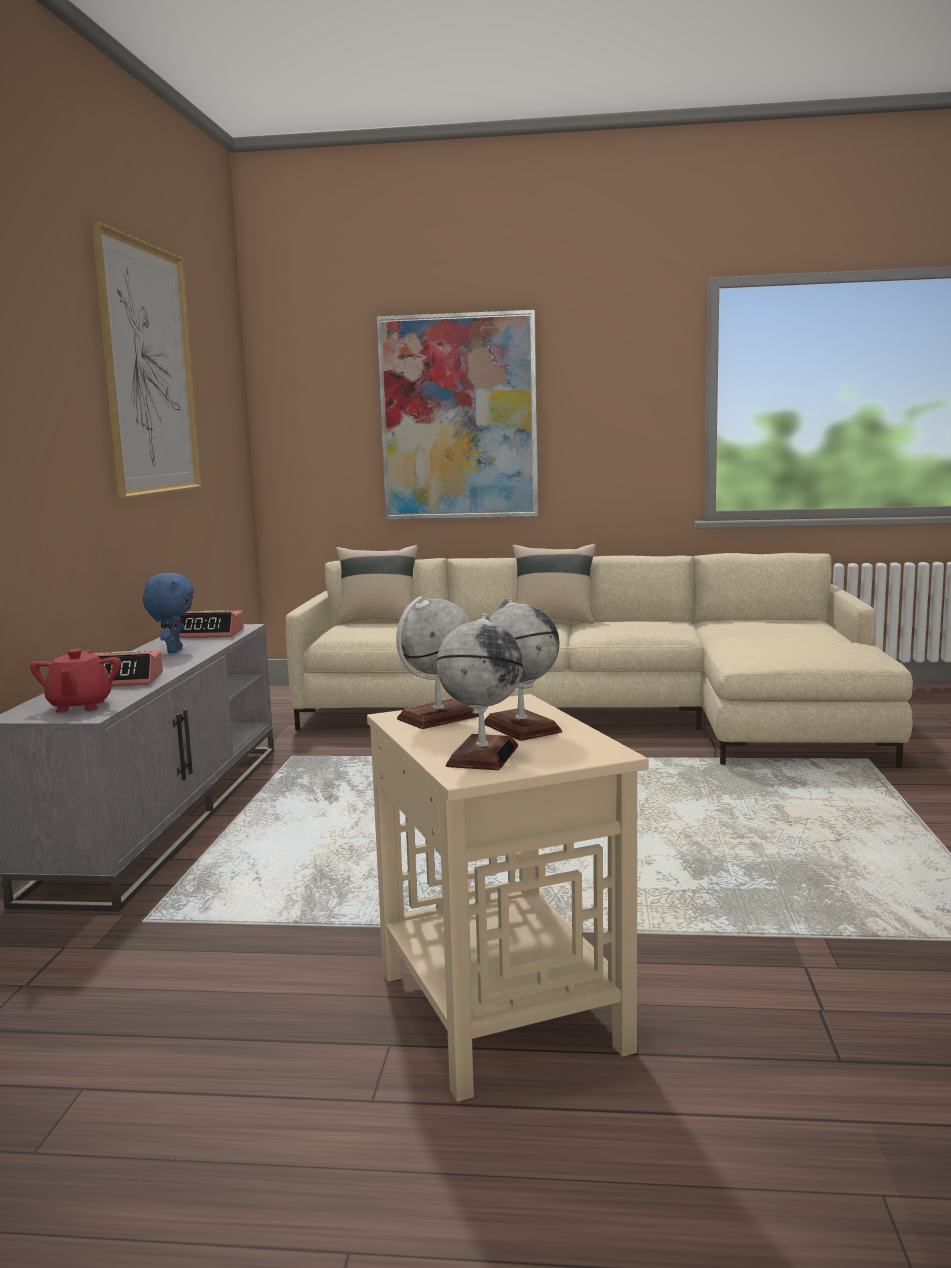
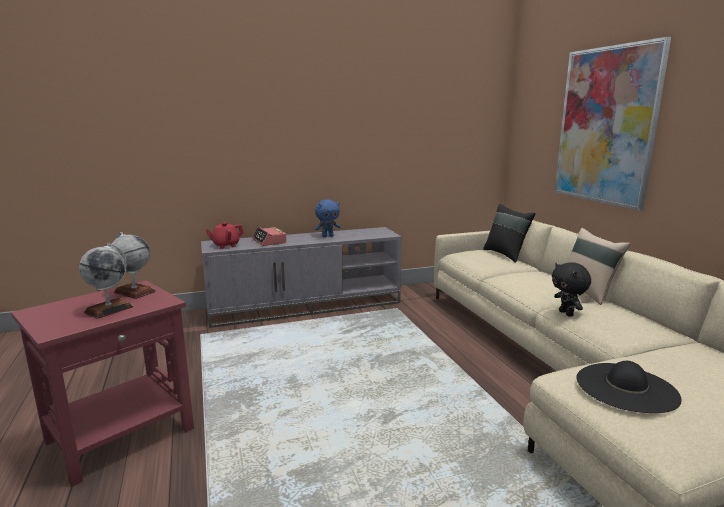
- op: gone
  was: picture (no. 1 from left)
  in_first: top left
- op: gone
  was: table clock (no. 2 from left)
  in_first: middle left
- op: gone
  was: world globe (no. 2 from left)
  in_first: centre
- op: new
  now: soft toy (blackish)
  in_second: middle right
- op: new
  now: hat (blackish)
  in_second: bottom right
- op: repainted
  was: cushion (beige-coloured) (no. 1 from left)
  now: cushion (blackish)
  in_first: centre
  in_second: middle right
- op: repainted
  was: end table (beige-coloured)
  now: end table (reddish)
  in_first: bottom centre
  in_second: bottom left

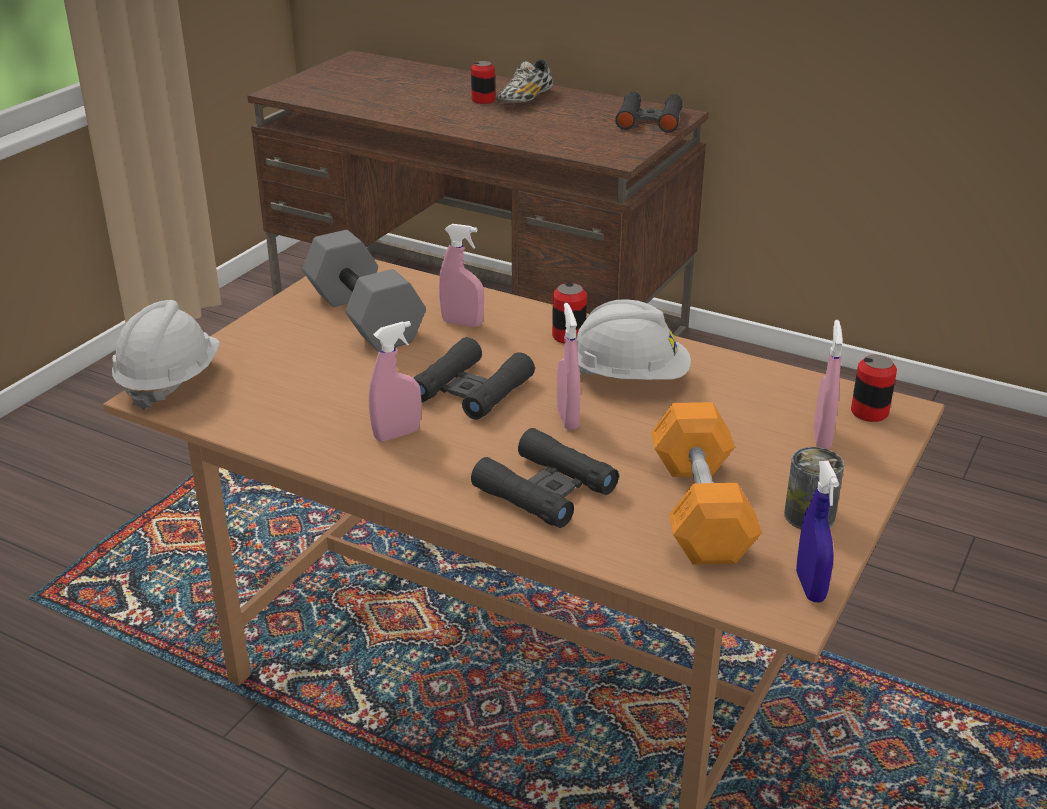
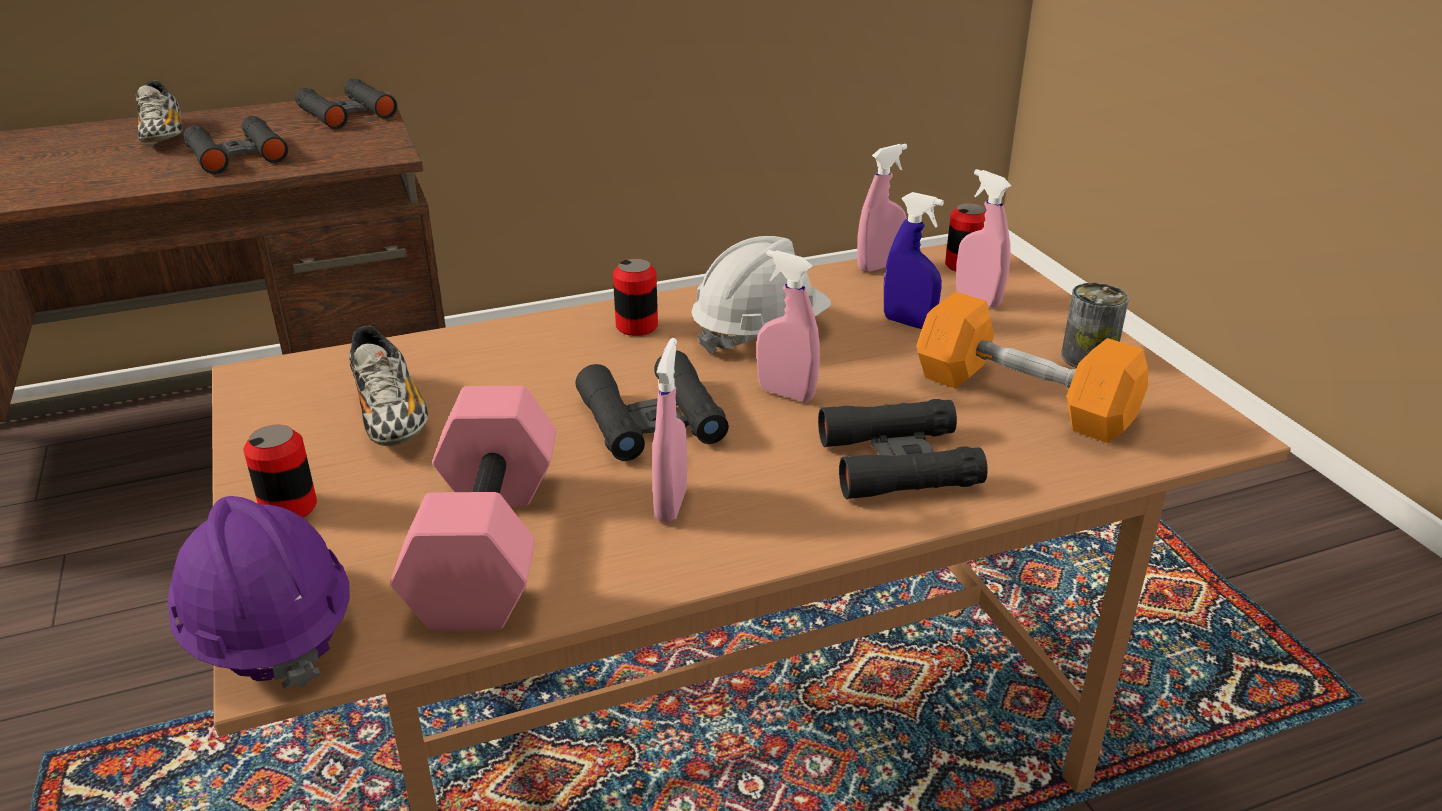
- op: new
  now: binoculars (blackish) (no. 1 from left)
  in_second: top left
- op: new
  now: hand weight (pink-coloured)
  in_second: middle left
- op: shifted
  was: spray bottle (pink-coloured) (no. 2 from left in the first image)
  now: spray bottle (pink-coloured) (no. 3 from left)
  in_first: centre
  in_second: top centre
- op: shifted
  was: metal can (no. 1 from left)
  in_first: top centre
  in_second: middle left
- op: shifted
  was: spray bottle (blue)
  in_first: middle right
  in_second: top centre
- op: swapped
  was: hand weight (gray)
  now: shoe (no. 2 from left)
  in_first: centre
  in_second: middle left
- op: repainted
  was: hard hat (whitish) (no. 1 from left)
  now: hard hat (purple-coloured)
  in_first: middle left
  in_second: bottom left

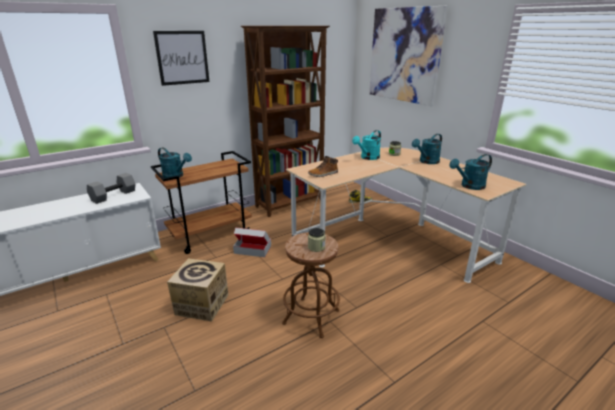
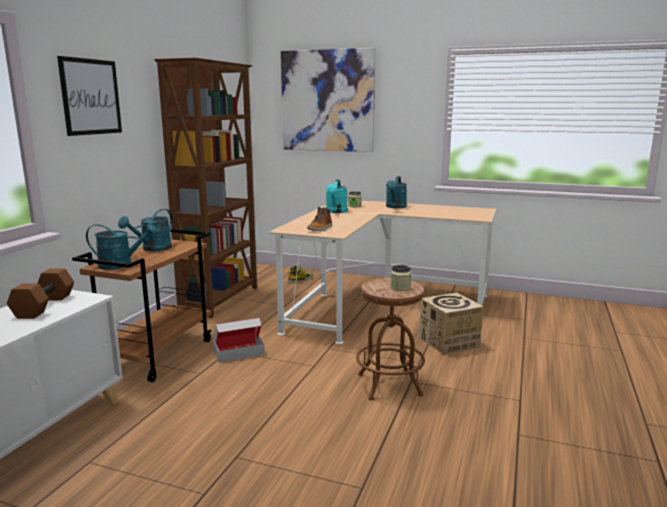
- op: shifted
  was: cardboard box (no. 1 from left in the first image)
  now: cardboard box (no. 2 from left)
  in_first: bottom left
  in_second: middle right
- op: shifted
  was: sprinkling can (turquoise) (no. 4 from left in the first image)
  now: sprinkling can (turquoise) (no. 2 from left)
  in_first: middle right
  in_second: middle left
- op: repainted
  was: hand weight (gray)
  now: hand weight (brown-coloured)
  in_first: middle left
  in_second: middle left

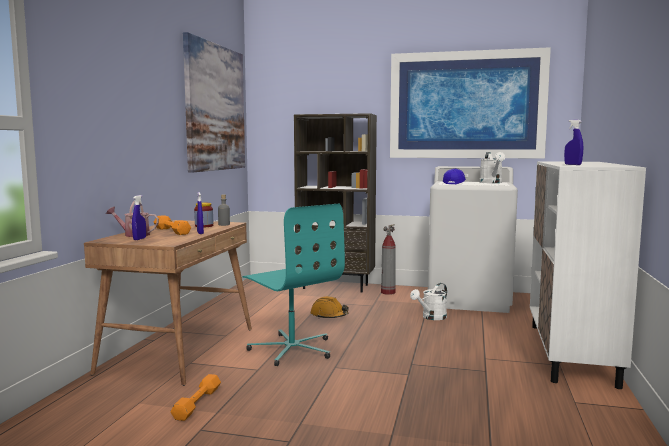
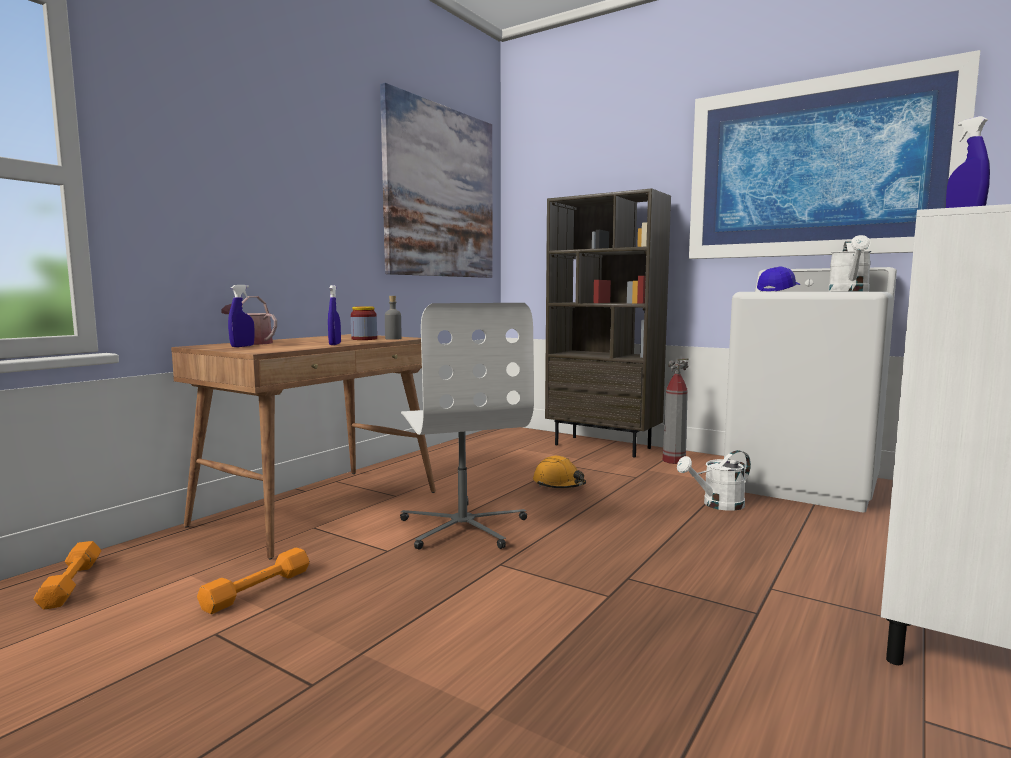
- op: shifted
  was: hand weight (orange-coloured) (no. 1 from left)
  in_first: middle left
  in_second: bottom left
- op: repainted
  was: desk chair (turquoise)
  now: desk chair (whitish)
  in_first: centre
  in_second: centre

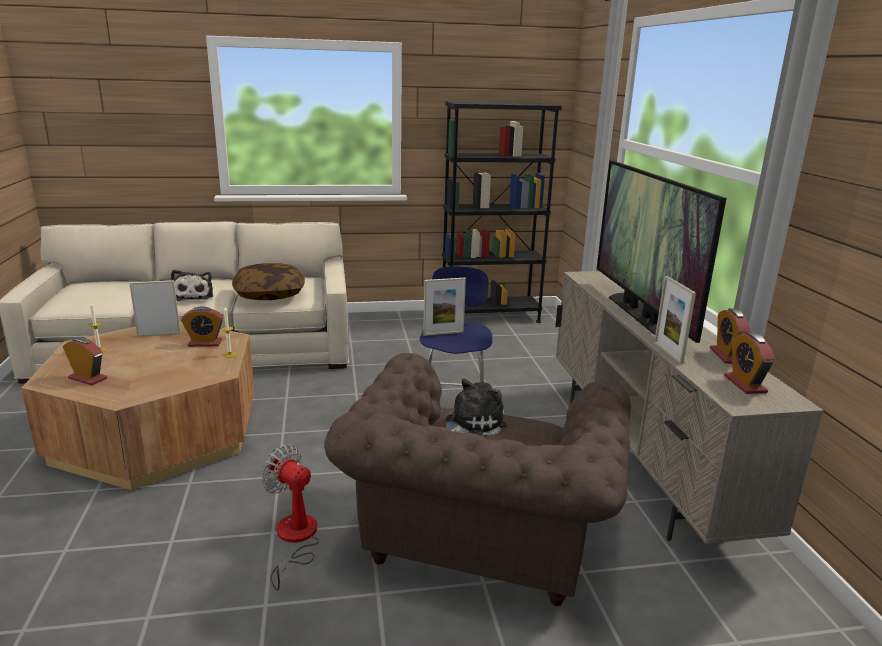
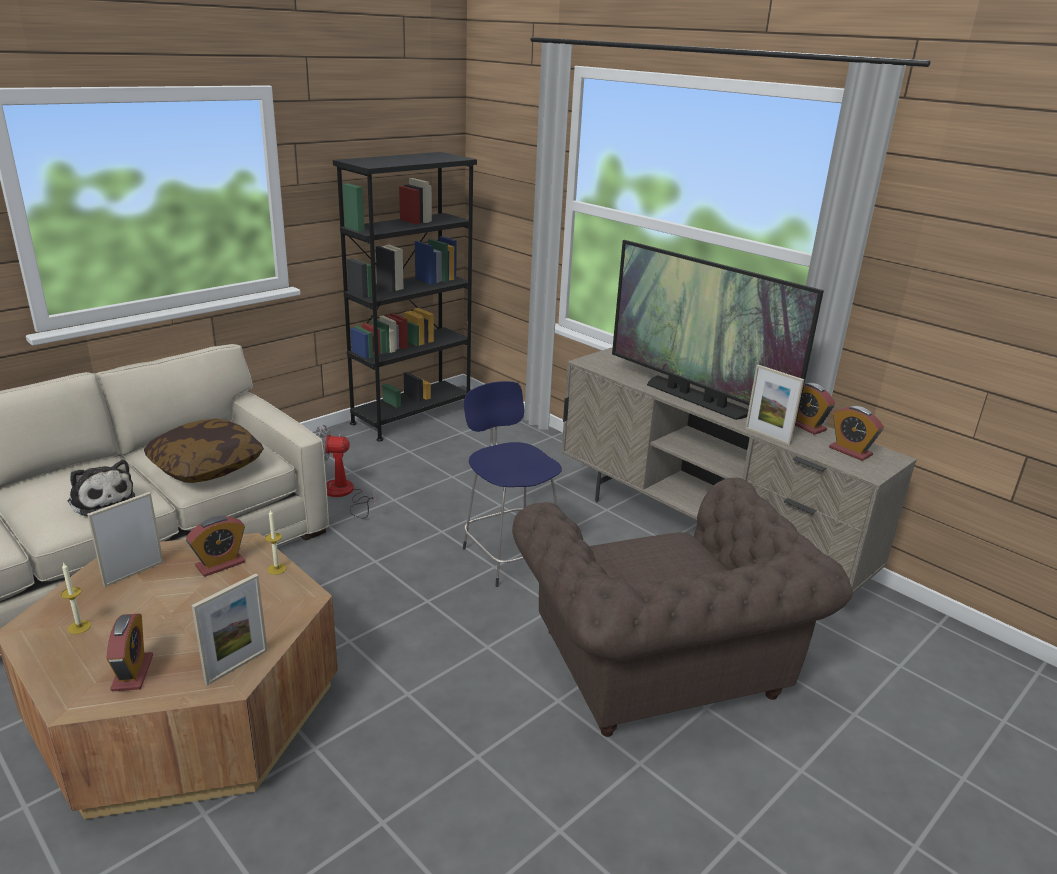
- op: gone
  was: soft toy (no. 2 from left)
  in_first: centre
- op: shifted
  was: electric fan
  in_first: bottom left
  in_second: middle left
- op: shifted
  was: standing frame (no. 2 from left)
  in_first: centre
  in_second: bottom left
- op: rotated
  was: table clock (no. 1 from left)
  in_first: middle left
  in_second: bottom left
  clockwise: 90

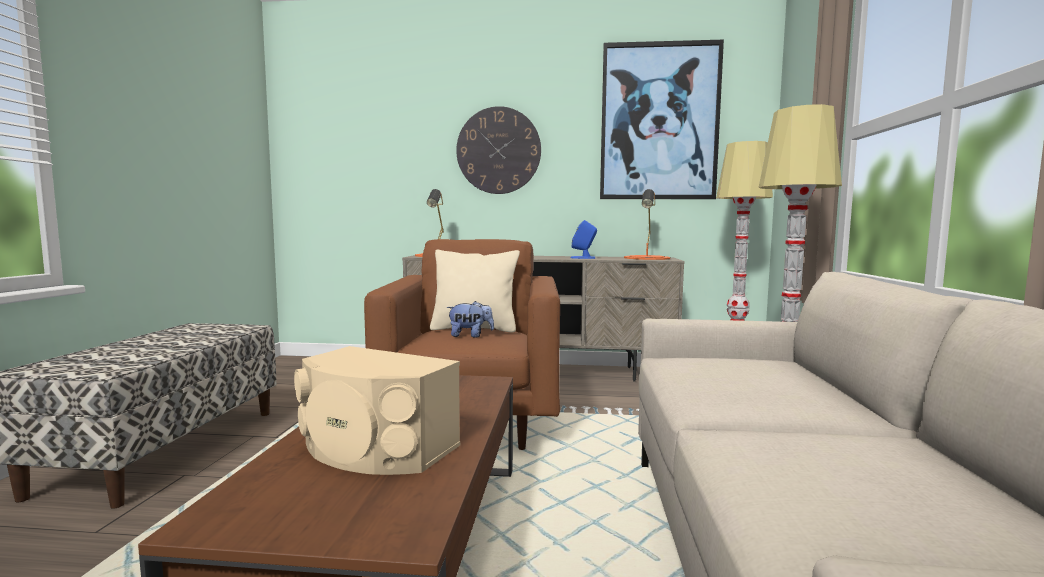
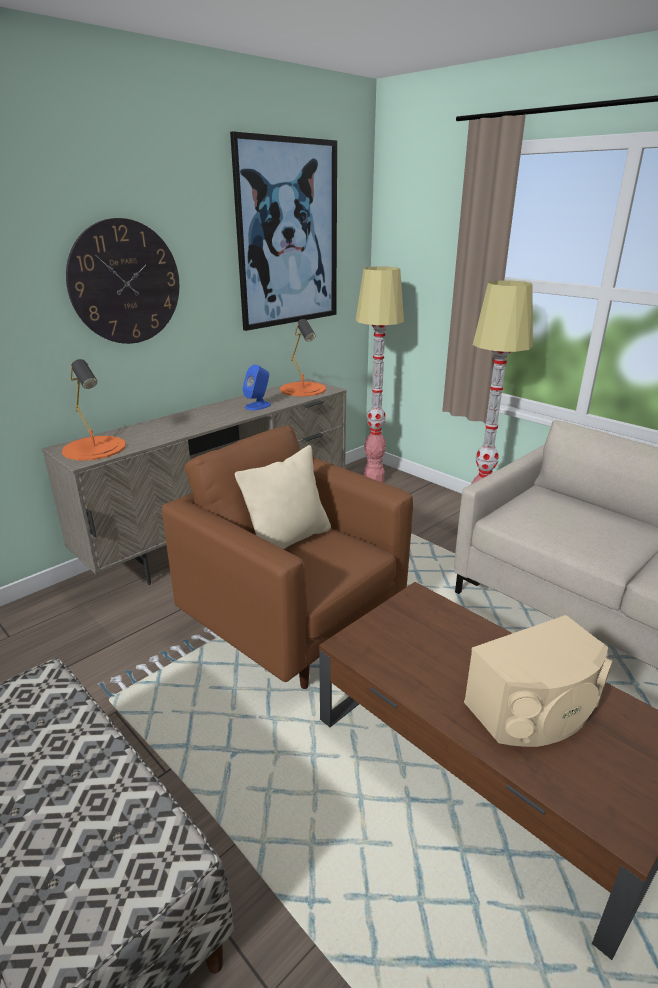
- op: gone
  was: soft toy
  in_first: centre

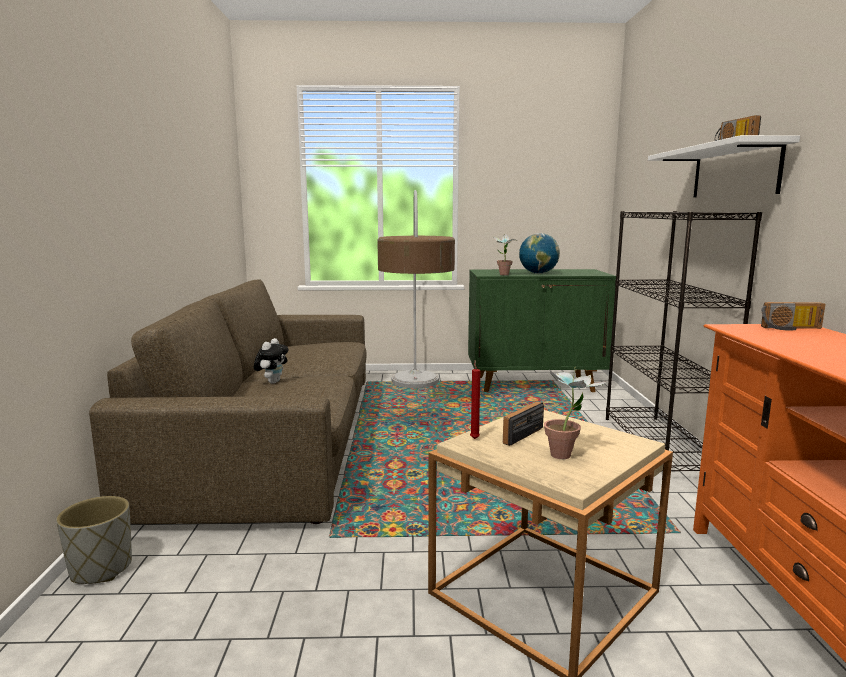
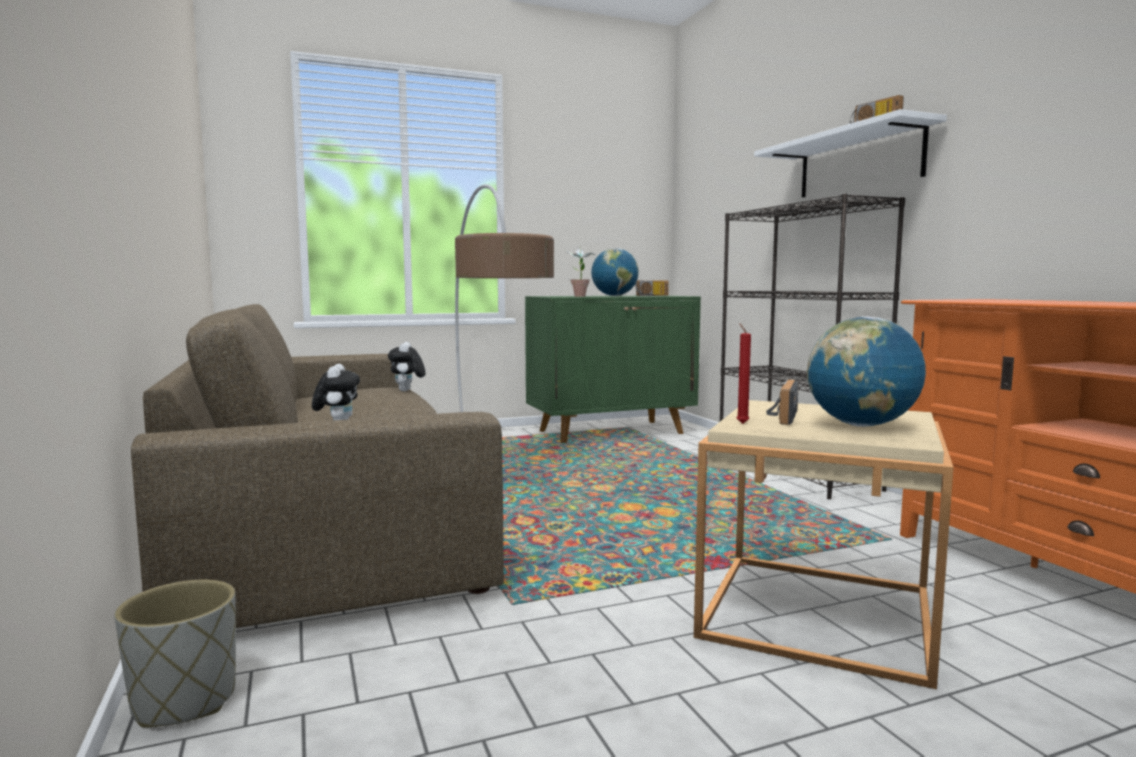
- op: new
  now: soft toy (no. 2 from left)
  in_second: centre
- op: shifted
  was: radio set (no. 3 from left in the first image)
  now: radio set (no. 1 from left)
  in_first: middle right
  in_second: centre
- op: swapped
  was: plant in a pot (no. 2 from left)
  now: world globe (no. 2 from left)
  in_first: middle right
  in_second: middle right

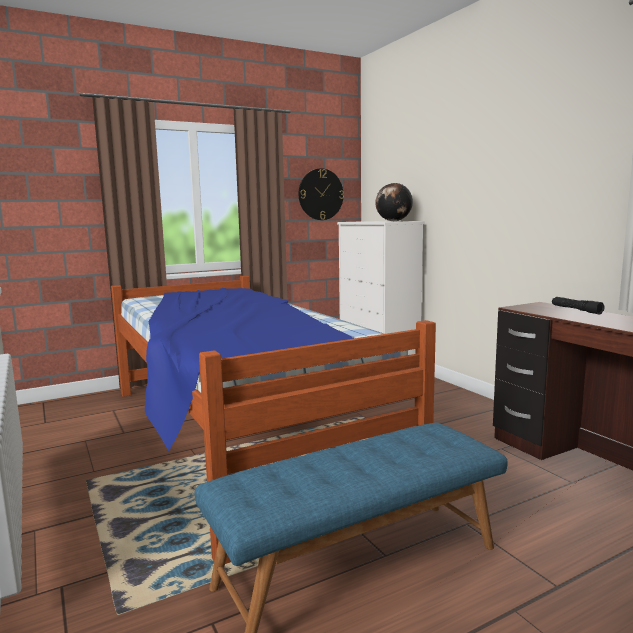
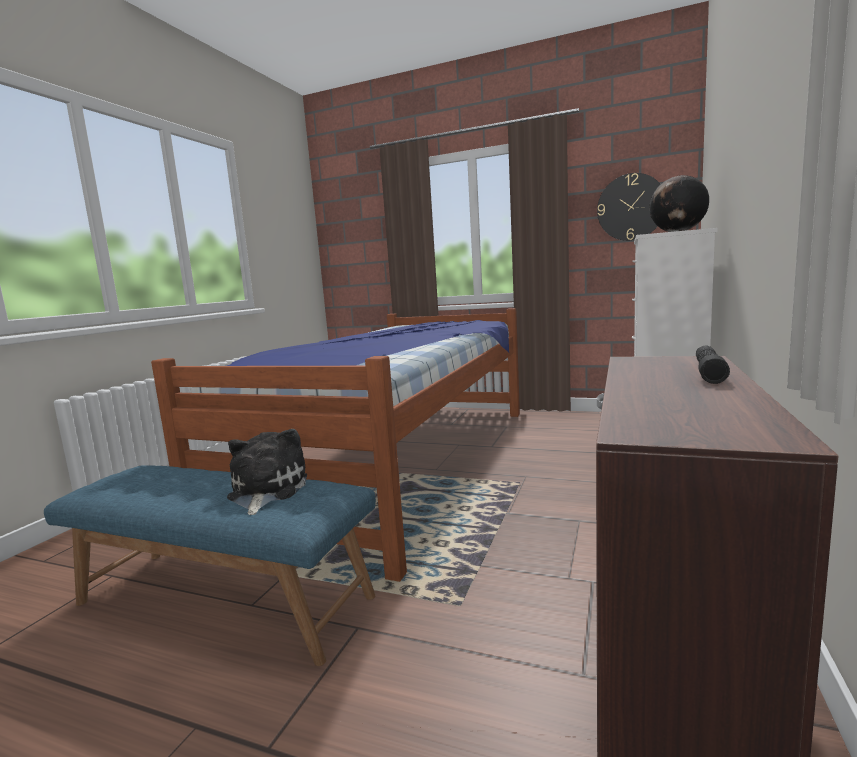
- op: new
  now: soft toy
  in_second: middle left

